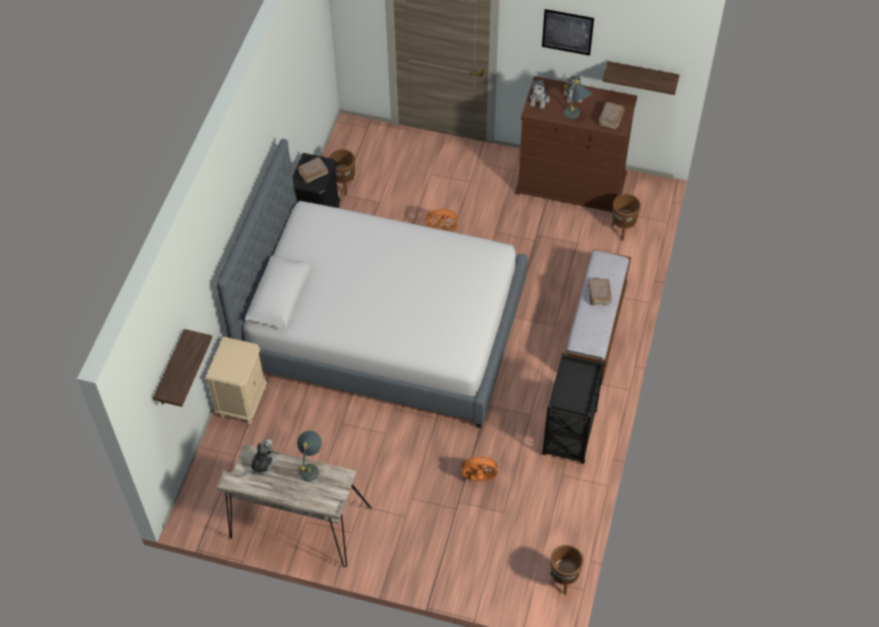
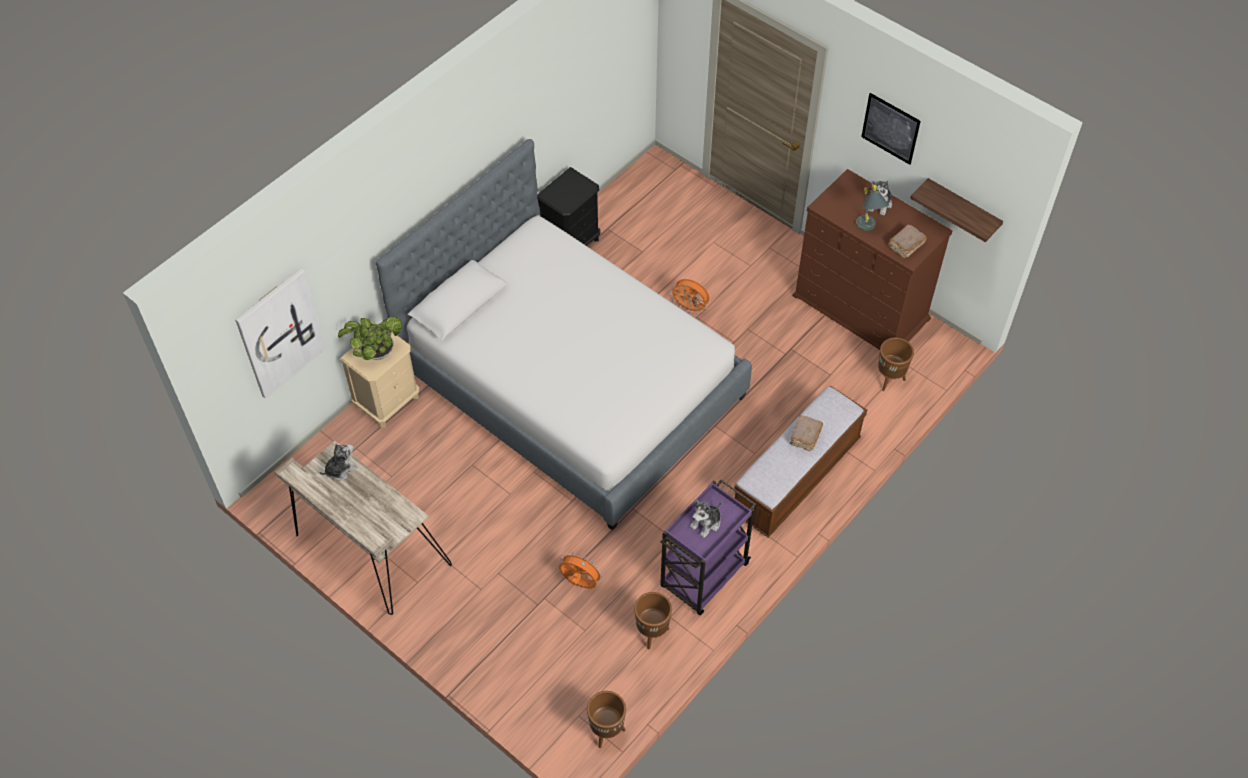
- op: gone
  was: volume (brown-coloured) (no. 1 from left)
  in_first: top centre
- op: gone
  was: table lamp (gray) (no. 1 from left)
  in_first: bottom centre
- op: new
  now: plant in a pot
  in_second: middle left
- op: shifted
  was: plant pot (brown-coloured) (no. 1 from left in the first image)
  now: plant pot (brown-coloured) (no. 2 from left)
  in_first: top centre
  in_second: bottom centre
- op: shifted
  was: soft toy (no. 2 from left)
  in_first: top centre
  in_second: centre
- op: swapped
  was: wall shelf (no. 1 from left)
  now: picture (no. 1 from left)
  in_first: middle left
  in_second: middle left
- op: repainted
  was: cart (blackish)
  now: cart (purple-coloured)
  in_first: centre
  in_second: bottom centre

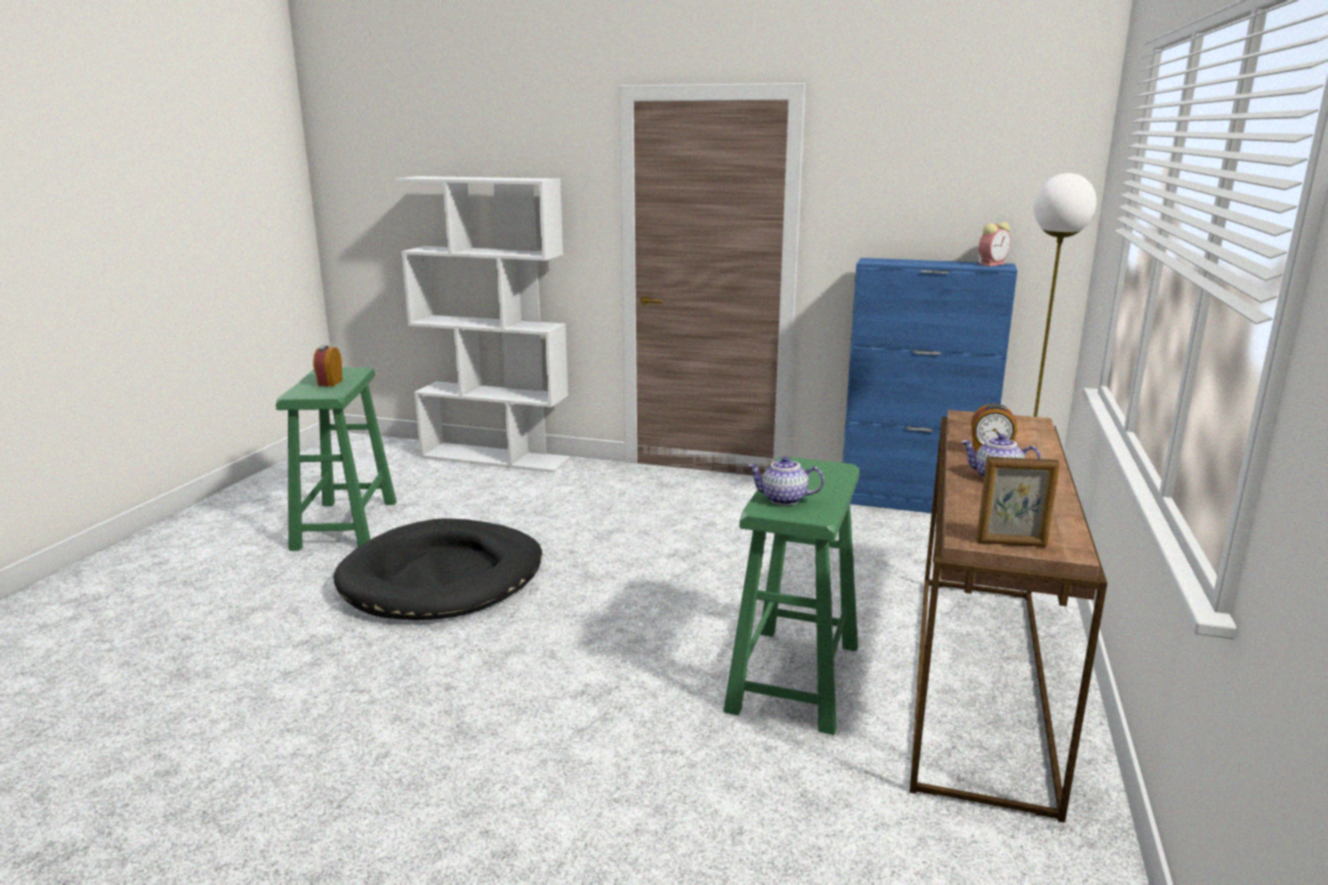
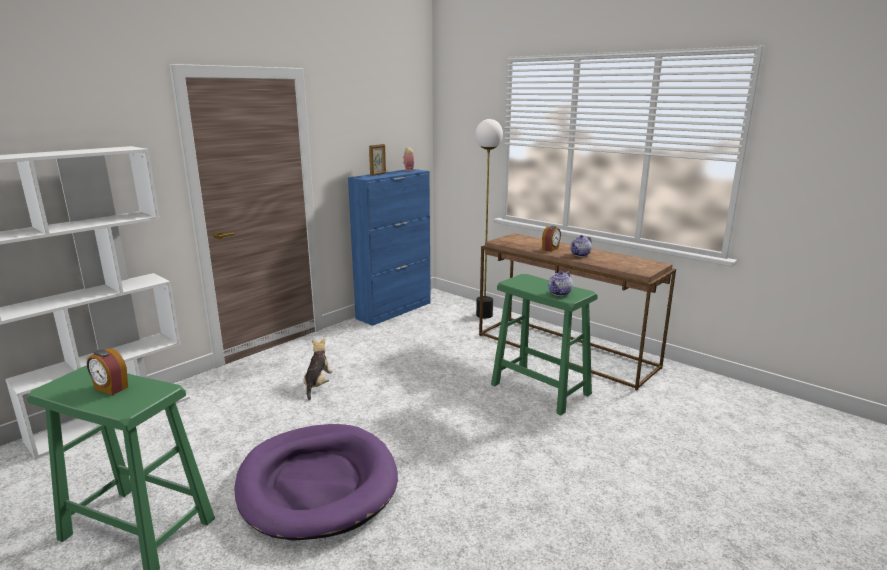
- op: new
  now: soft toy
  in_second: centre
- op: shifted
  was: standing frame
  in_first: middle right
  in_second: top centre
- op: repainted
  was: dog bed (blackish)
  now: dog bed (purple-coloured)
  in_first: middle left
  in_second: bottom centre

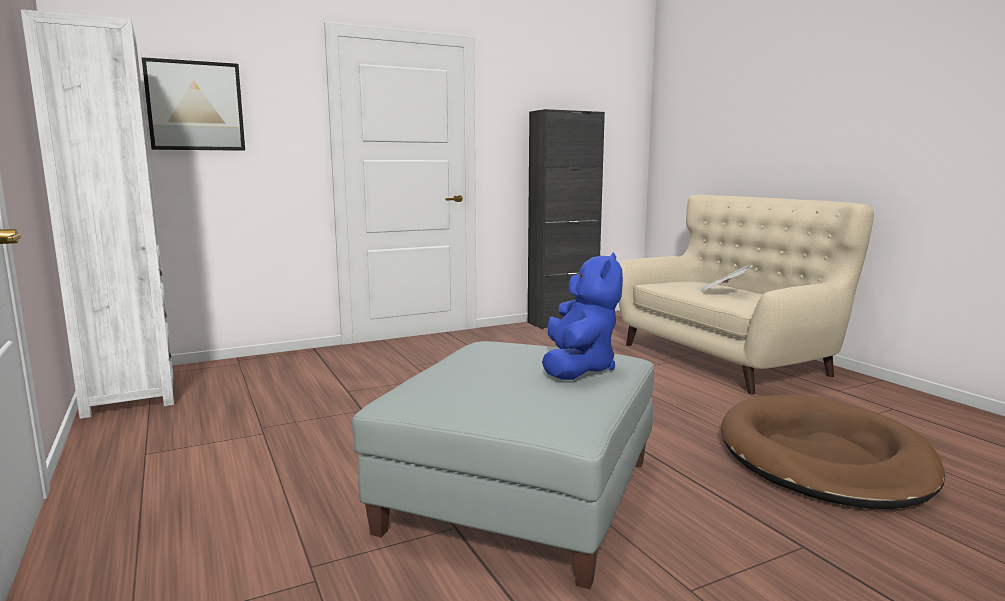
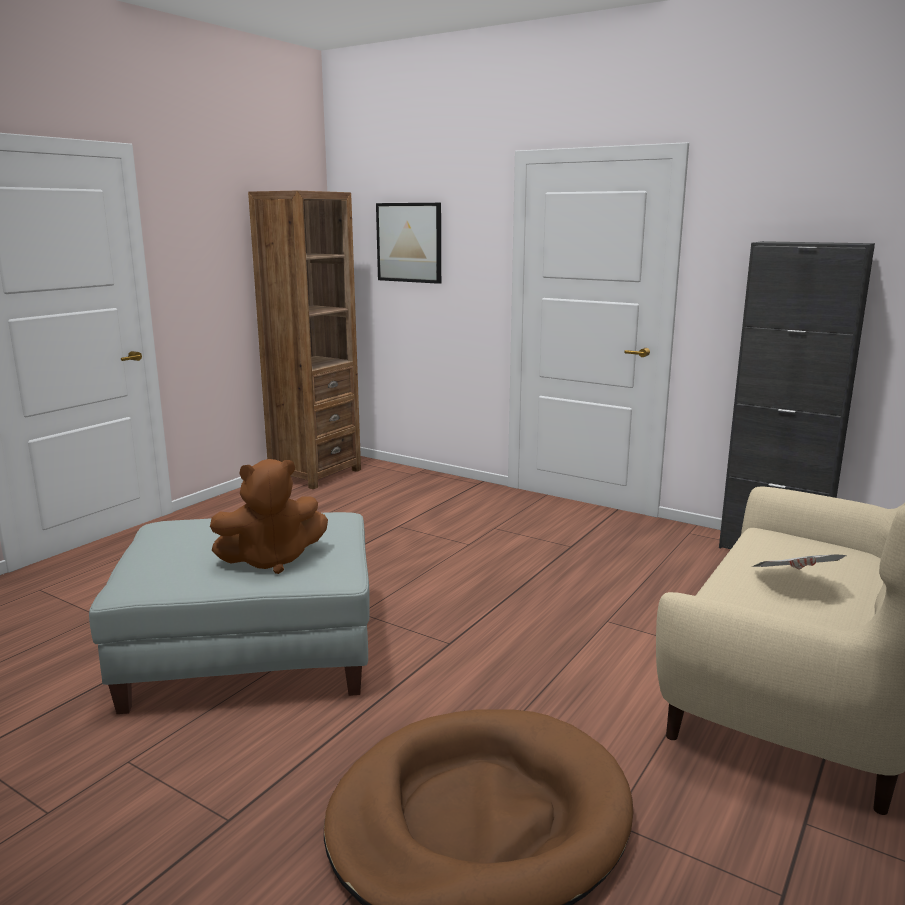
- op: repainted
  was: bookcase (whitish)
  now: bookcase (brown-coloured)
  in_first: middle left
  in_second: centre
- op: repainted
  was: soft toy (blue)
  now: soft toy (brown-coloured)
  in_first: centre
  in_second: middle left

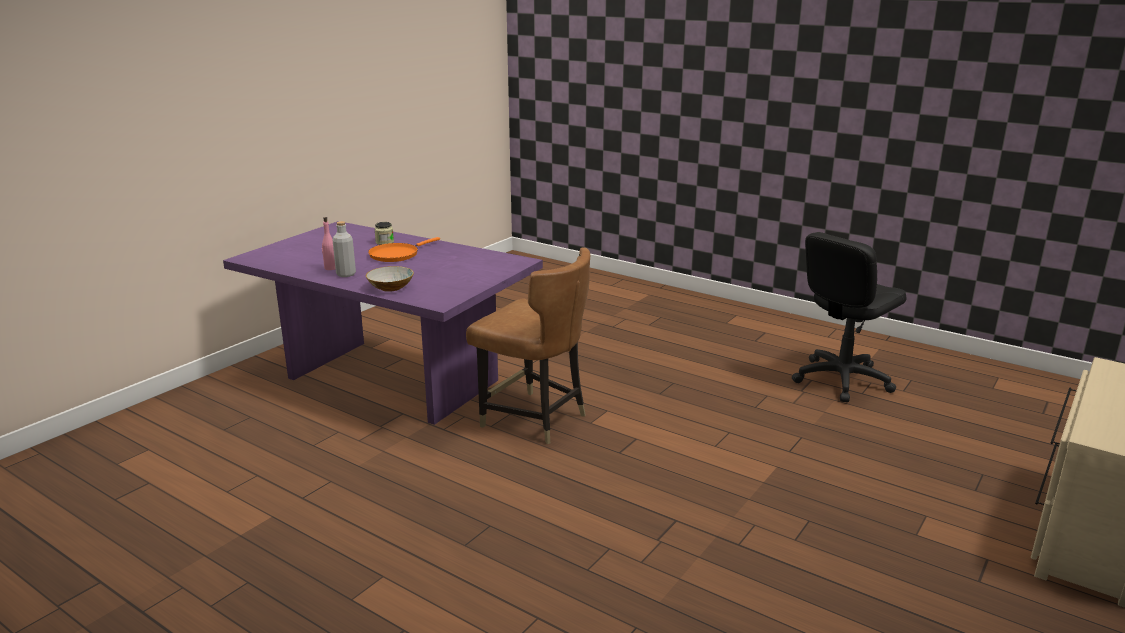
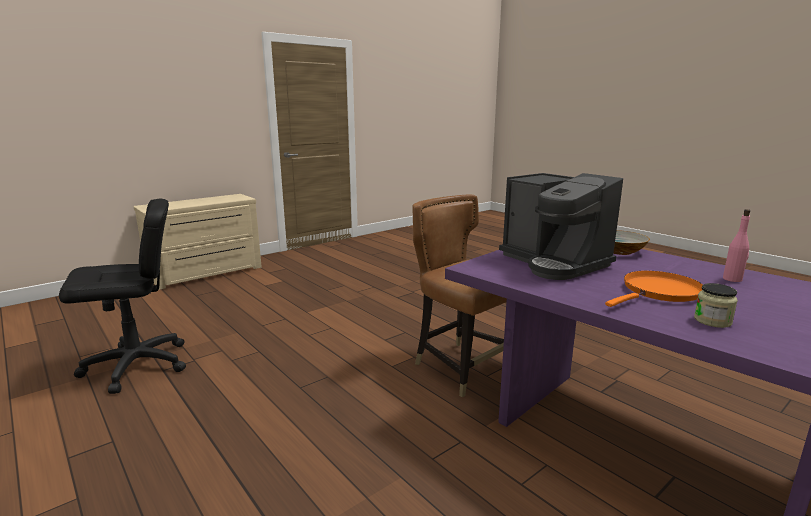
- op: gone
  was: beverage bottle (gray)
  in_first: middle left
- op: new
  now: coffee brewer
  in_second: middle right

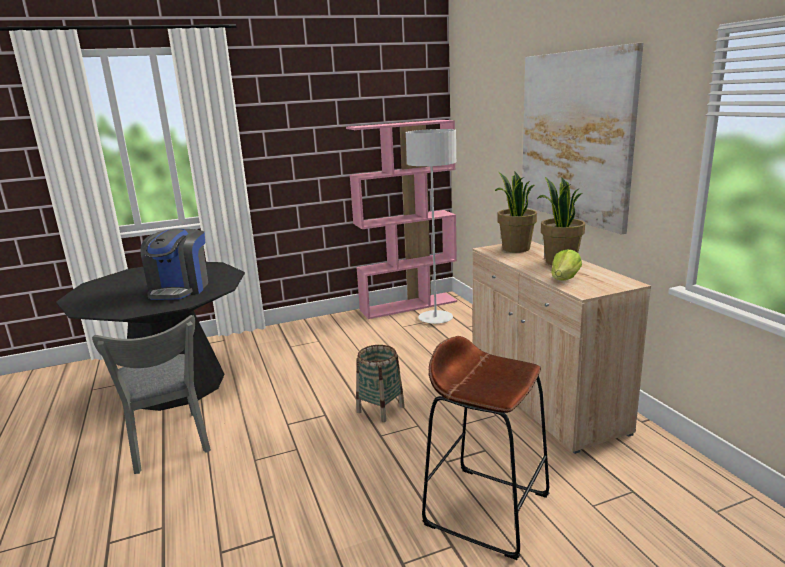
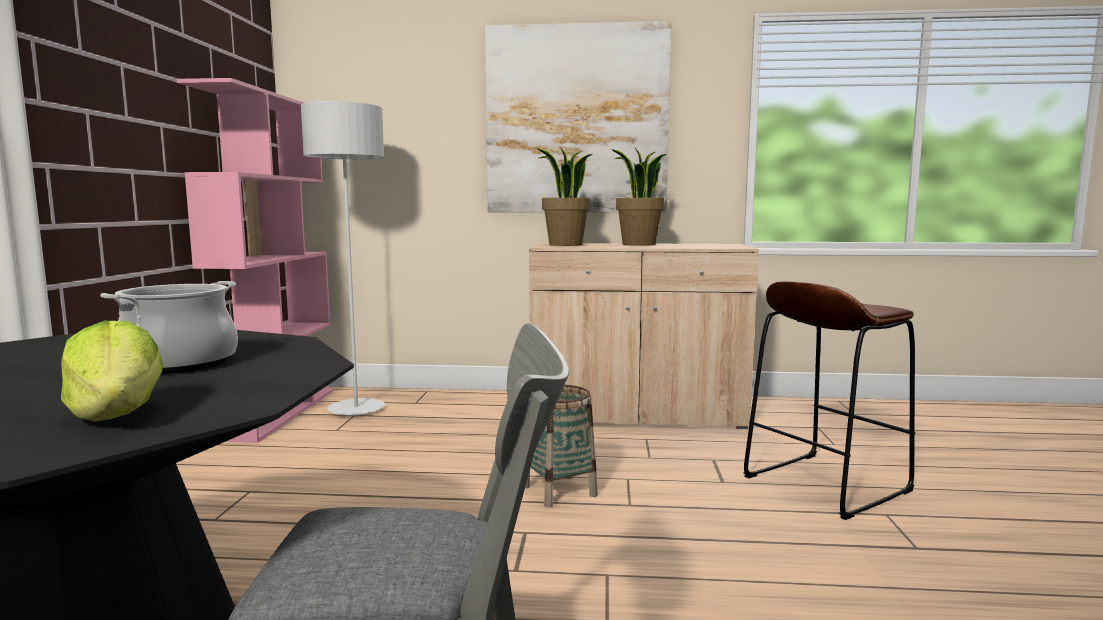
- op: shifted
  was: lettuce
  in_first: middle right
  in_second: middle left
- op: swapped
  was: coffee brewer
  now: saucepot
  in_first: middle left
  in_second: middle left

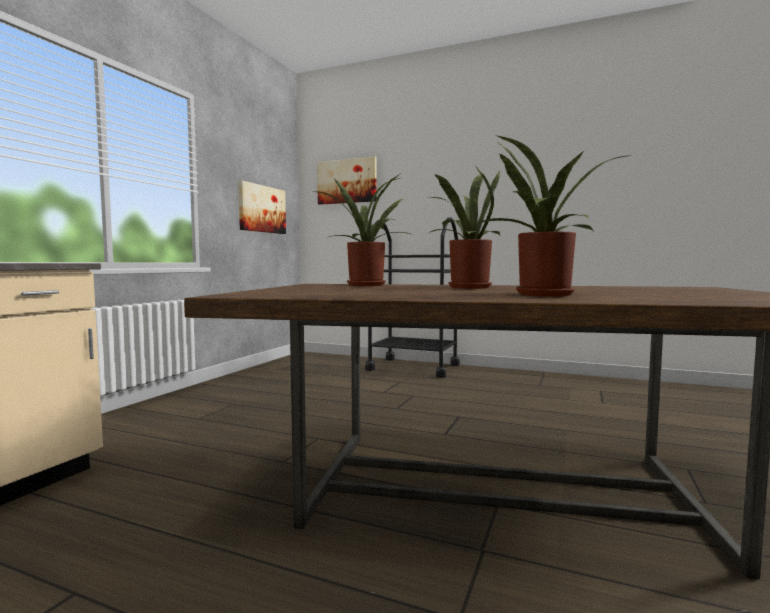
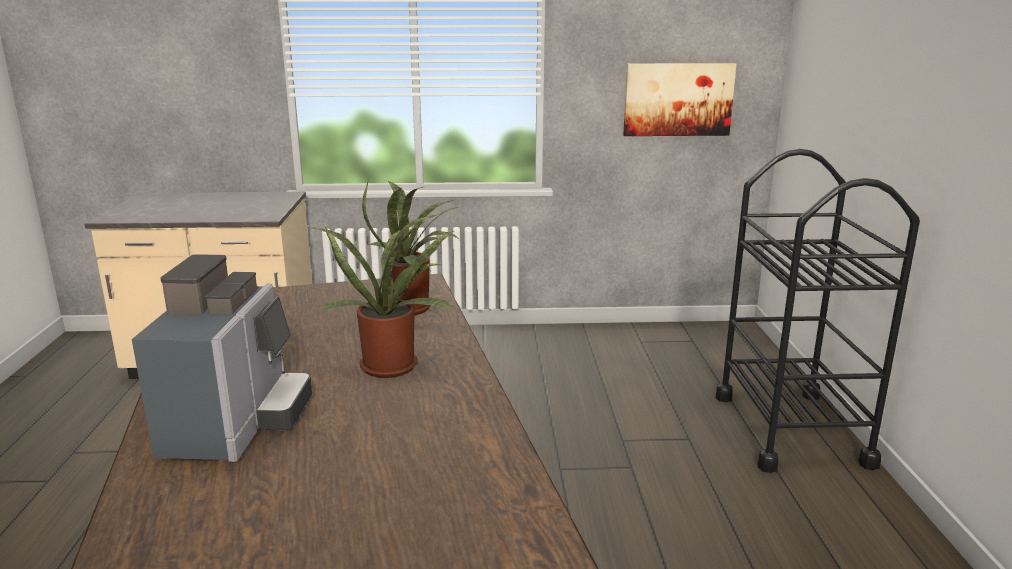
- op: gone
  was: picture (no. 2 from left)
  in_first: top centre
- op: swapped
  was: plant in a pot (no. 3 from left)
  now: coffee brewer
  in_first: middle right
  in_second: middle left

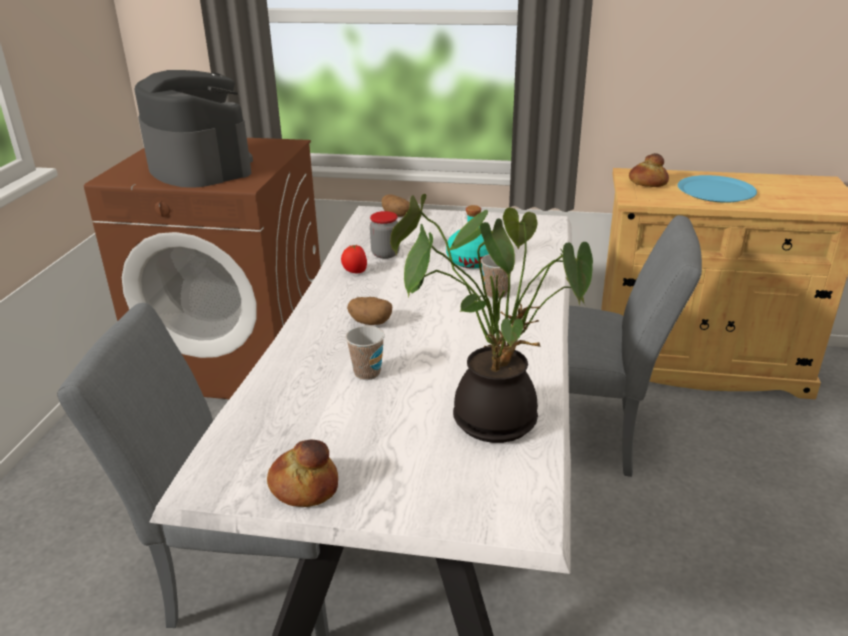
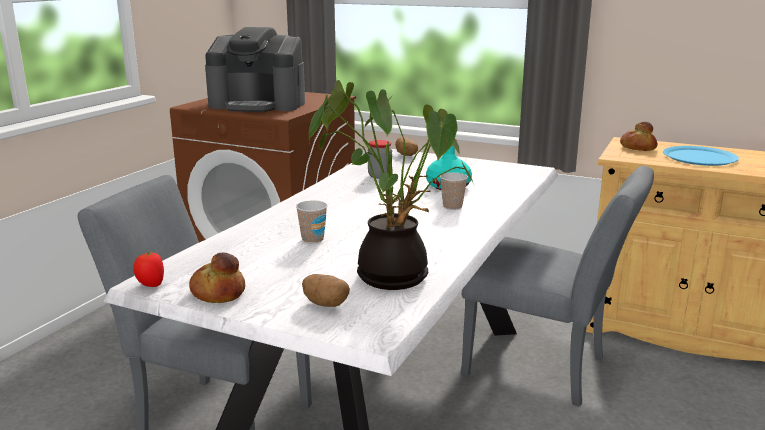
- op: shifted
  was: tomato
  in_first: centre
  in_second: middle left
- op: shifted
  was: potato (no. 1 from left)
  in_first: centre
  in_second: bottom centre
- op: rotated
  was: coffee brewer
  in_first: top left
  in_second: top centre
  clockwise: 120

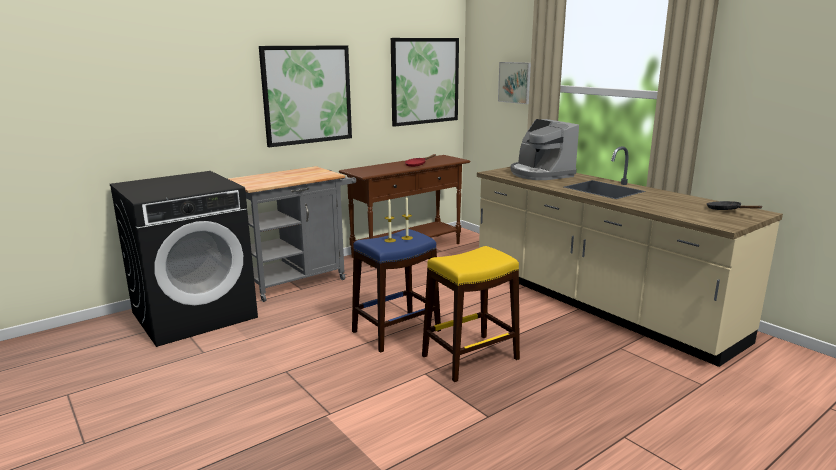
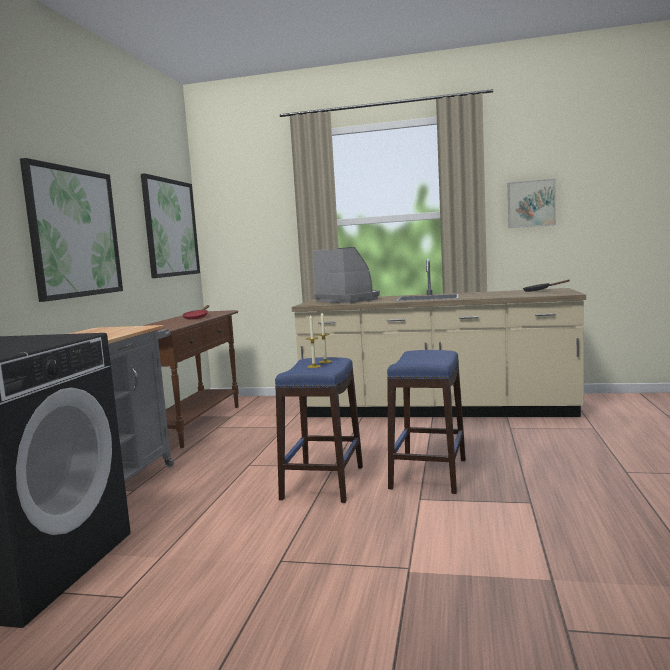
- op: shifted
  was: picture (no. 3 from left)
  in_first: top centre
  in_second: top right
- op: repainted
  was: stool (yellow)
  now: stool (blue) (no. 2 from left)
  in_first: bottom centre
  in_second: centre
- op: rotated
  was: coffee brewer
  in_first: top centre
  in_second: centre
  clockwise: -150

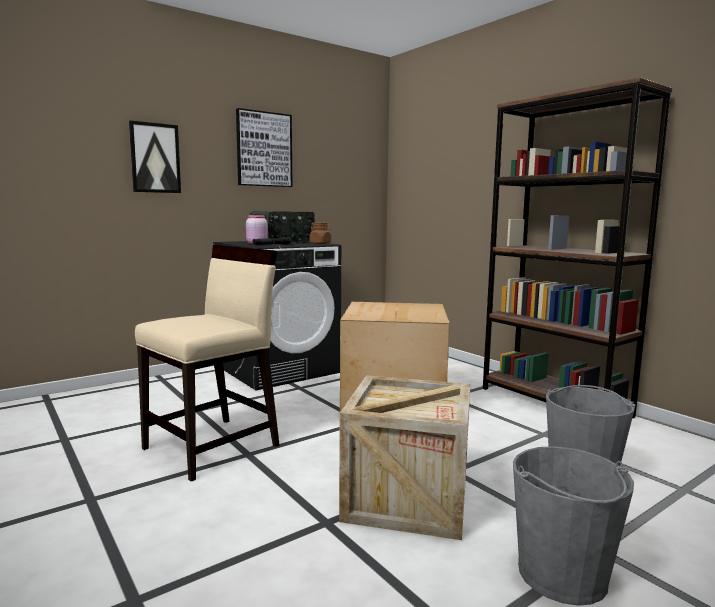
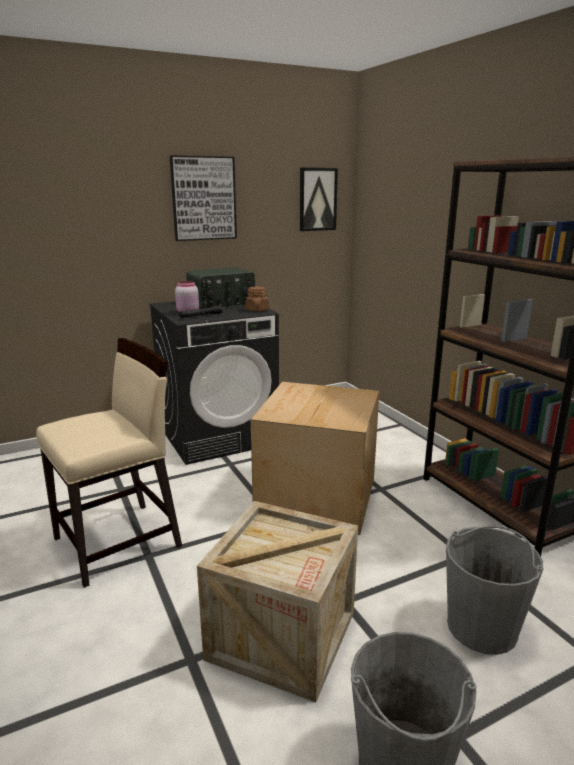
- op: shifted
  was: picture (no. 1 from left in the first image)
  now: picture (no. 2 from left)
  in_first: top left
  in_second: top centre

